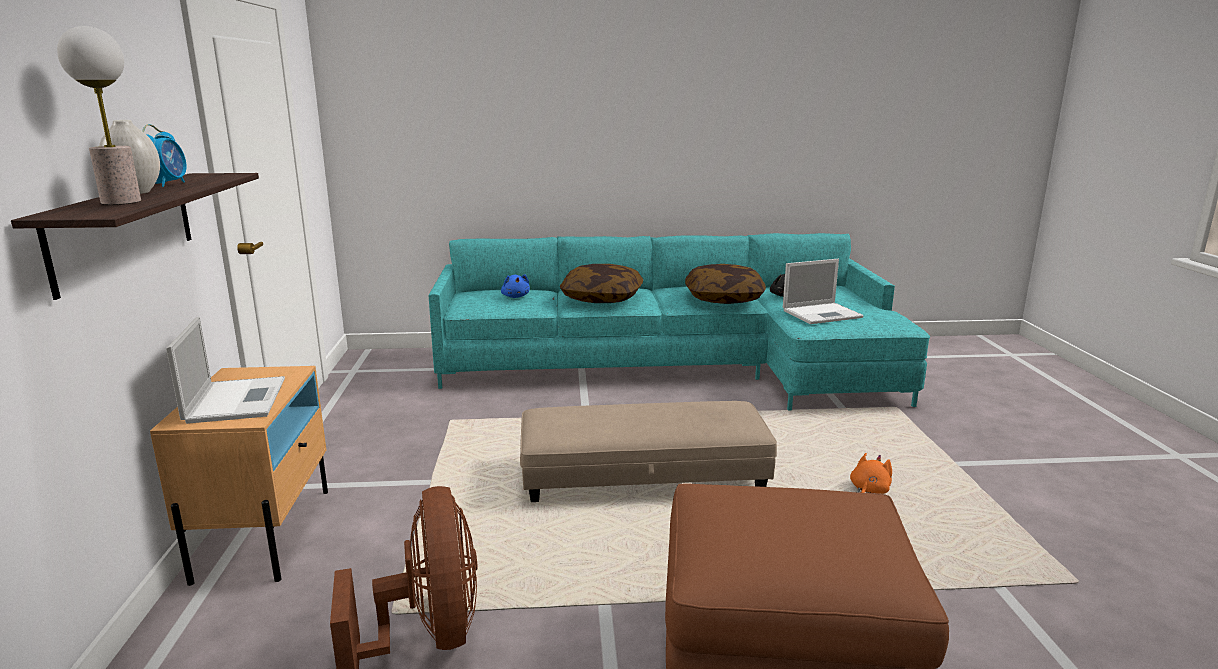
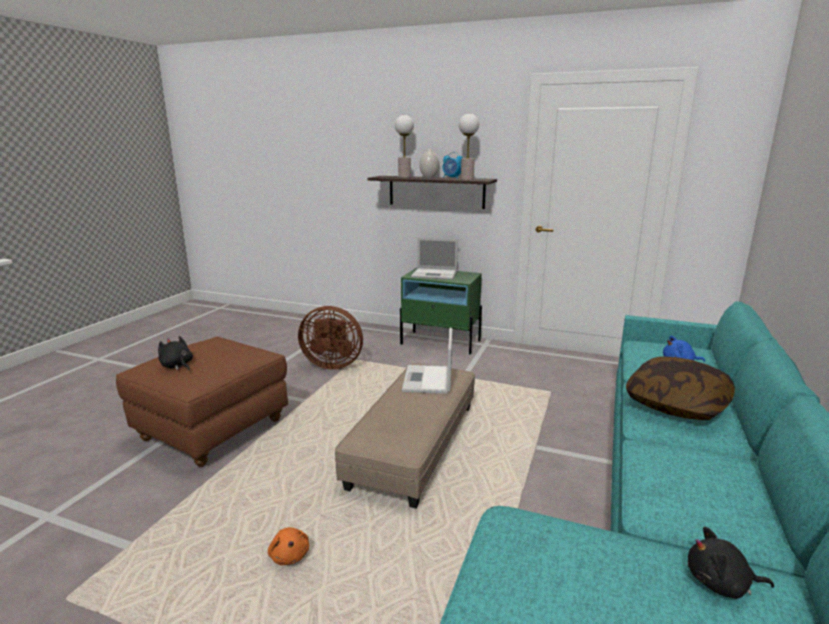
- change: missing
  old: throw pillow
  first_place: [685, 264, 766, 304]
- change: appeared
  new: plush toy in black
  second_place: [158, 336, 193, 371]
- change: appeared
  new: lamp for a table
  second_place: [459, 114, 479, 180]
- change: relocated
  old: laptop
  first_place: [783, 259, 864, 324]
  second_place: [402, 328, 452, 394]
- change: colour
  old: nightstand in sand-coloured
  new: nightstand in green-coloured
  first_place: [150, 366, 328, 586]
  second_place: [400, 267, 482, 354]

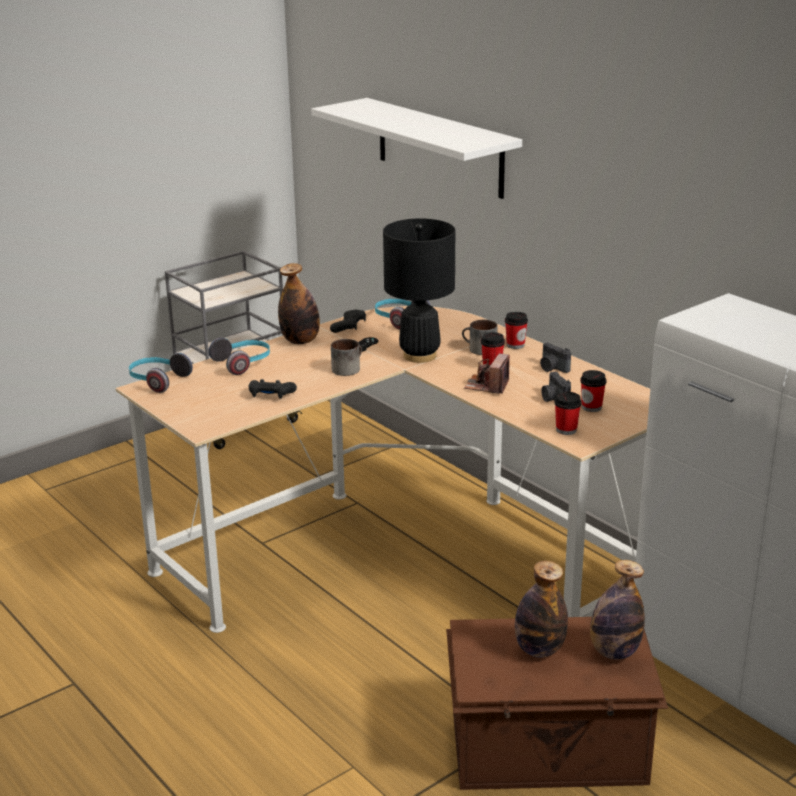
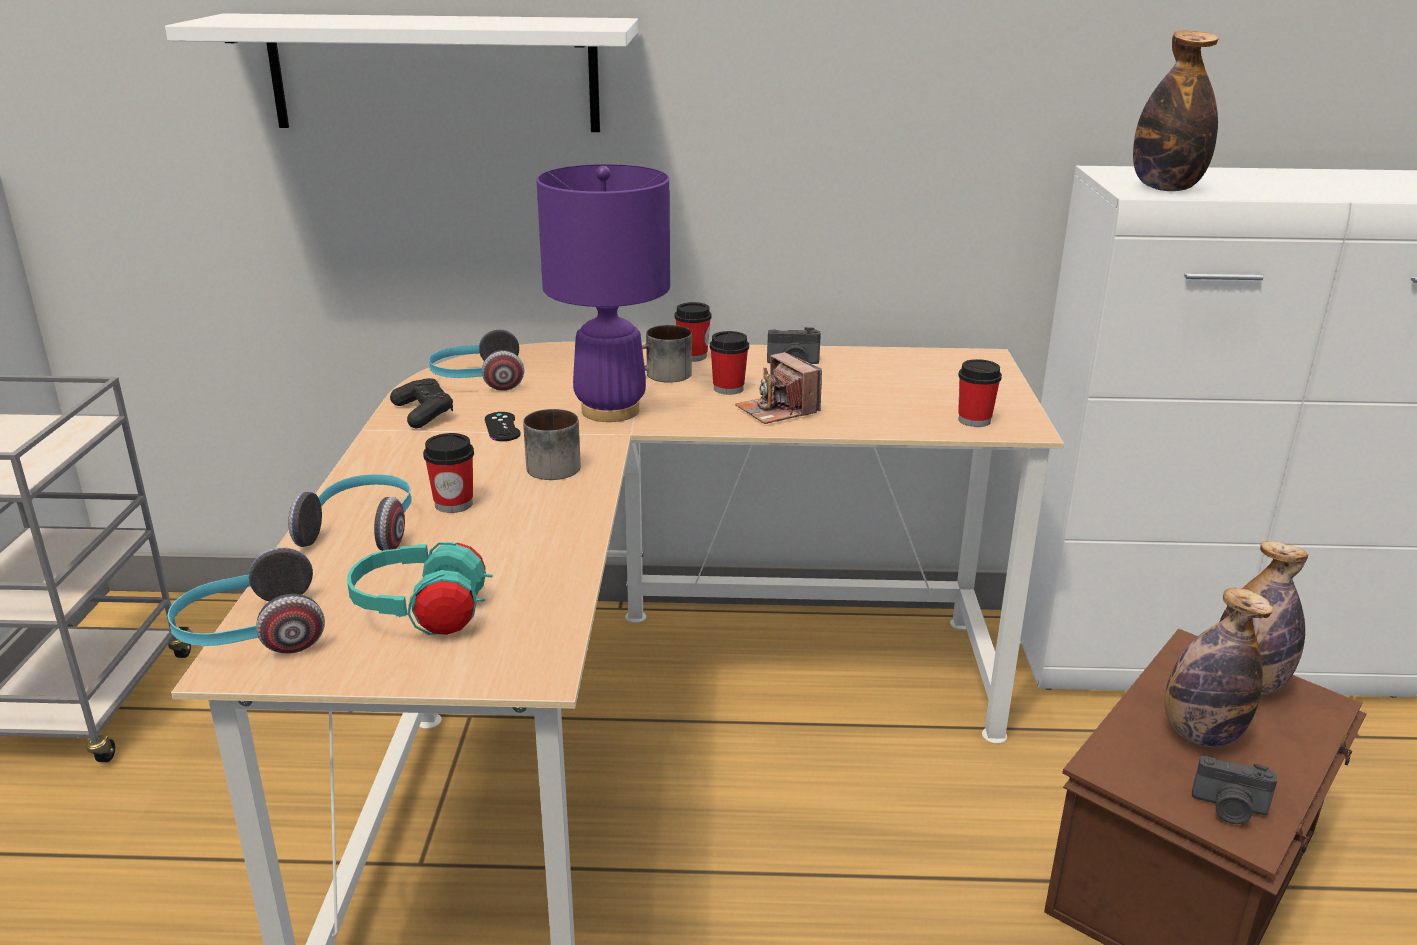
- change: missing
  old: joypad in black
  first_place: [249, 379, 297, 399]
- change: appeared
  new: headset in turquoise-coloured
  second_place: [347, 542, 493, 635]
- change: relocated
  old: drink bottle
  first_place: [278, 263, 320, 344]
  second_place: [1133, 30, 1219, 191]
- change: relocated
  old: photo camera
  first_place: [541, 372, 571, 402]
  second_place: [1192, 756, 1277, 824]
- change: relocated
  old: cup
  first_place: [580, 370, 607, 412]
  second_place: [423, 433, 474, 513]
- change: colour
  old: lamp for a table in black
  new: lamp for a table in purplish
  first_place: [383, 218, 455, 363]
  second_place: [536, 164, 670, 422]

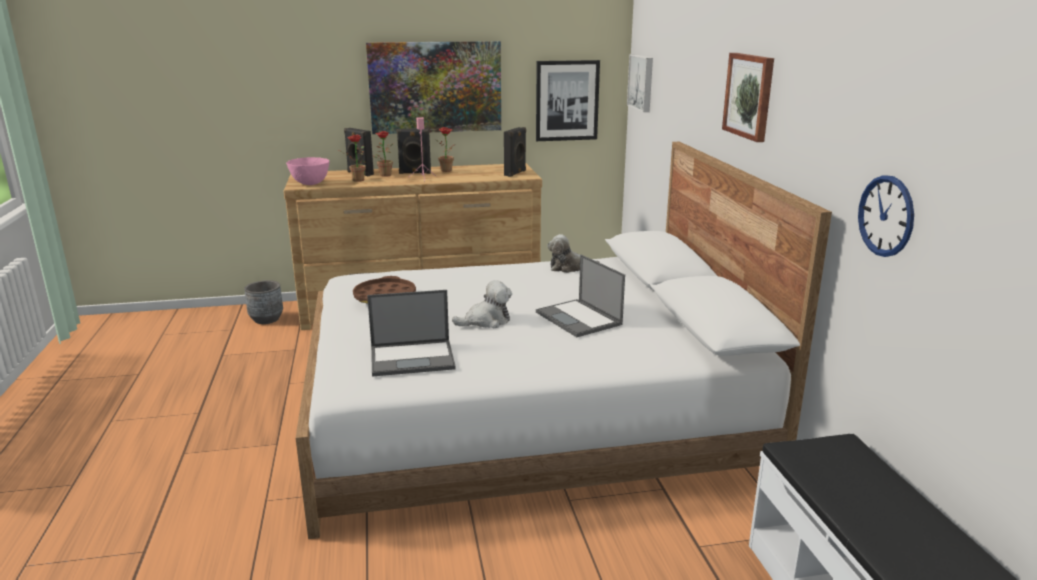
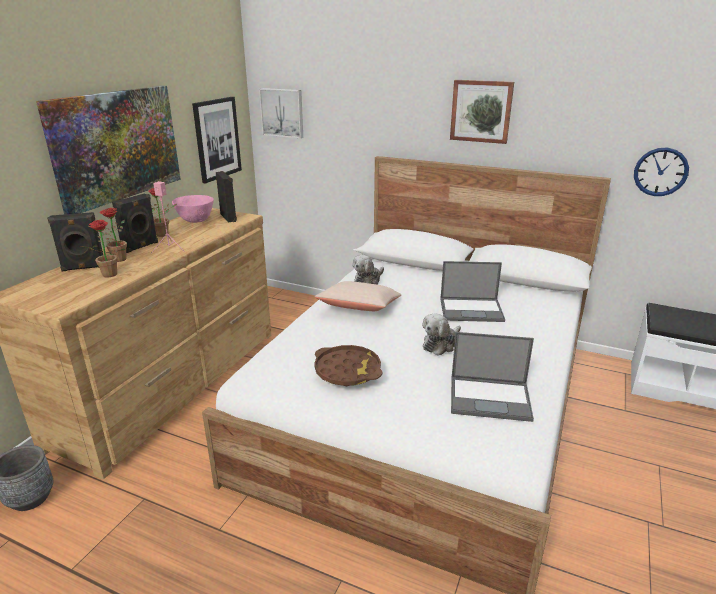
- change: appeared
  new: throw pillow in sand-coloured
  second_place: [315, 281, 402, 311]
- change: relocated
  old: serving bowl in pink-coloured
  first_place: [286, 157, 329, 185]
  second_place: [172, 195, 214, 223]
- change: spun
  old: laptop
  first_place: [367, 290, 456, 377]
  second_place: [451, 332, 534, 422]
  degrees: 75
- change: spun
  old: plush toy
  first_place: [452, 280, 512, 328]
  second_place: [422, 313, 461, 356]
  degrees: -150

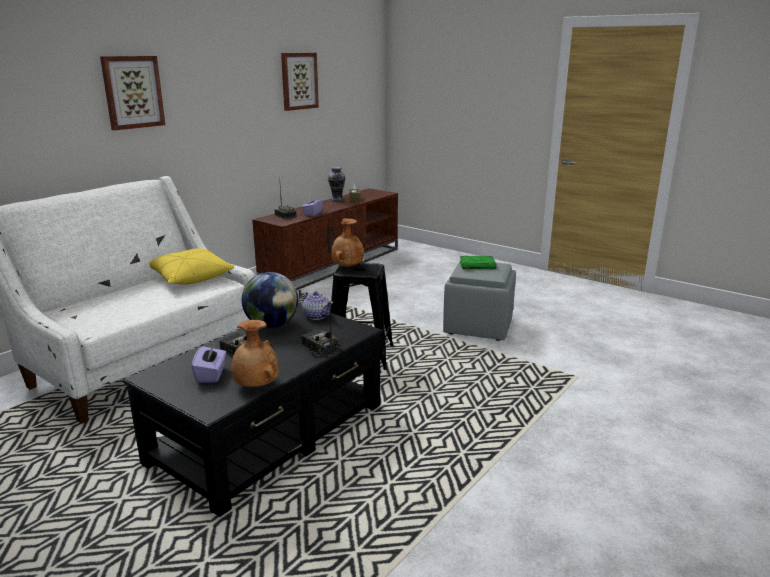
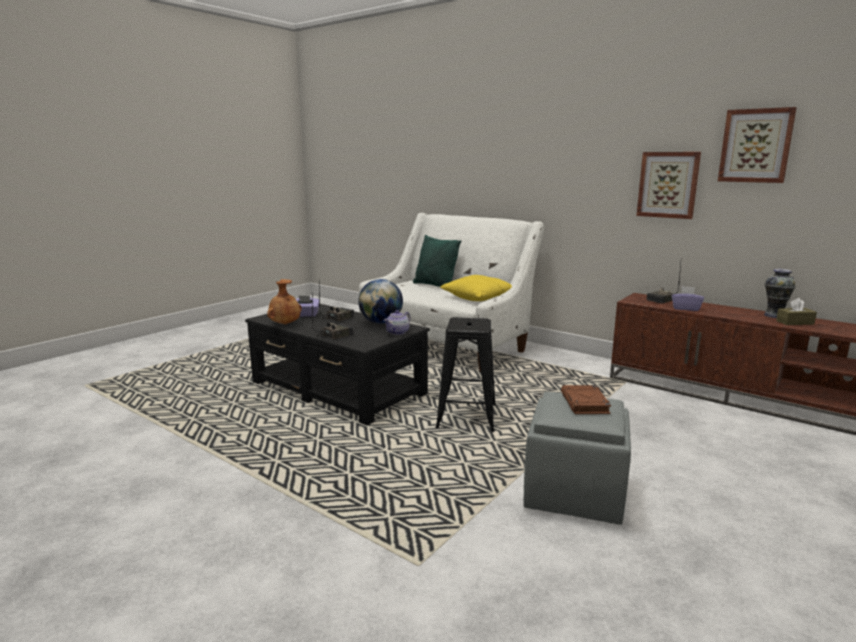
- change: missing
  old: flower vase in brownish
  first_place: [331, 219, 364, 267]
- change: appeared
  new: throw pillow in green-coloured
  second_place: [413, 235, 462, 287]
- change: relocated
  old: wall picture
  first_place: [100, 56, 165, 130]
  second_place: [636, 152, 701, 219]
- change: colour
  old: bound book in green-coloured
  new: bound book in brownish
  first_place: [460, 256, 496, 269]
  second_place: [561, 385, 611, 414]

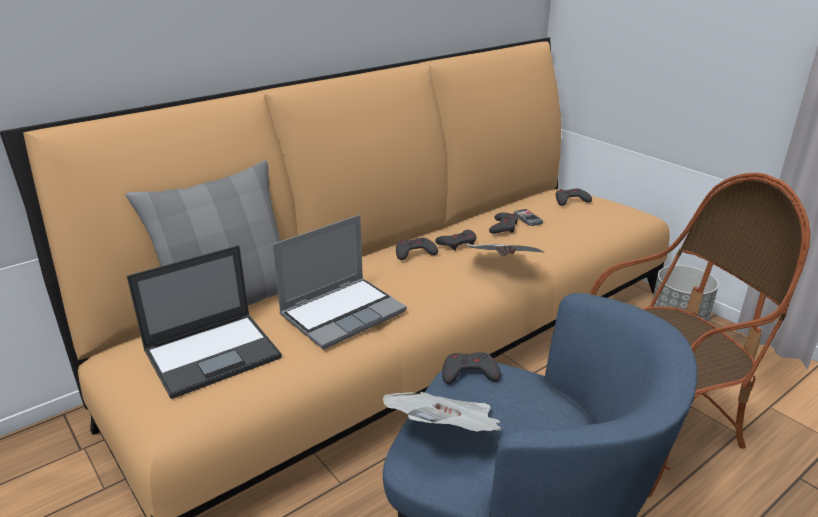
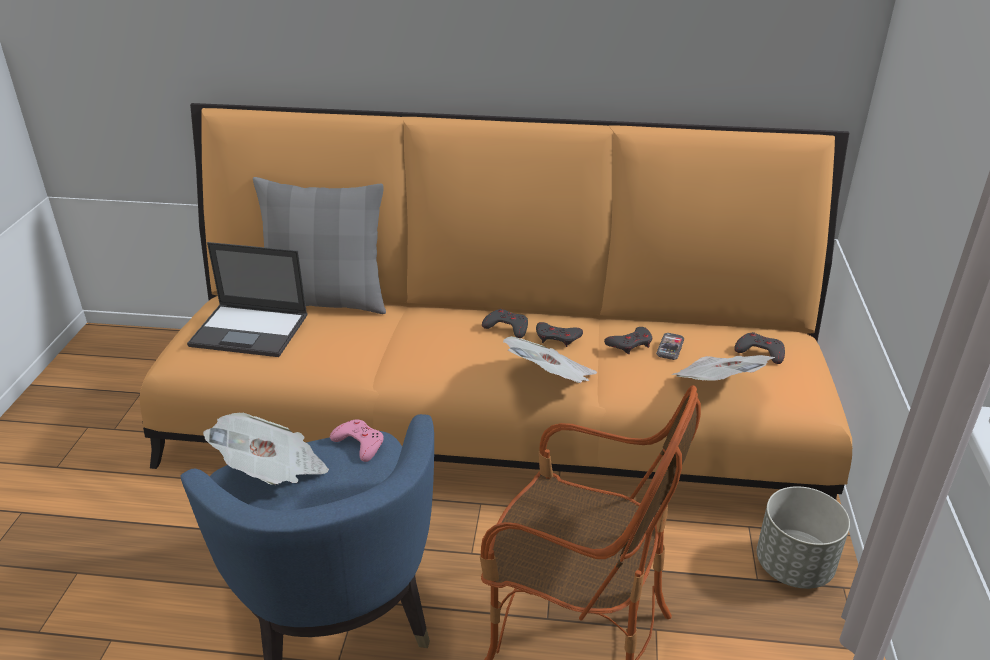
- change: missing
  old: laptop
  first_place: [272, 215, 407, 349]
- change: appeared
  new: newspaper
  second_place: [671, 355, 775, 381]
- change: colour
  old: joypad in greyish
  new: joypad in pink-coloured
  first_place: [442, 352, 501, 384]
  second_place: [330, 419, 384, 462]

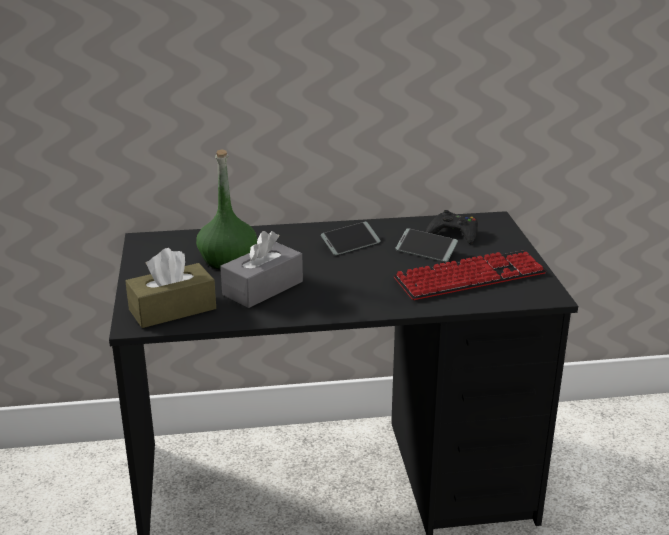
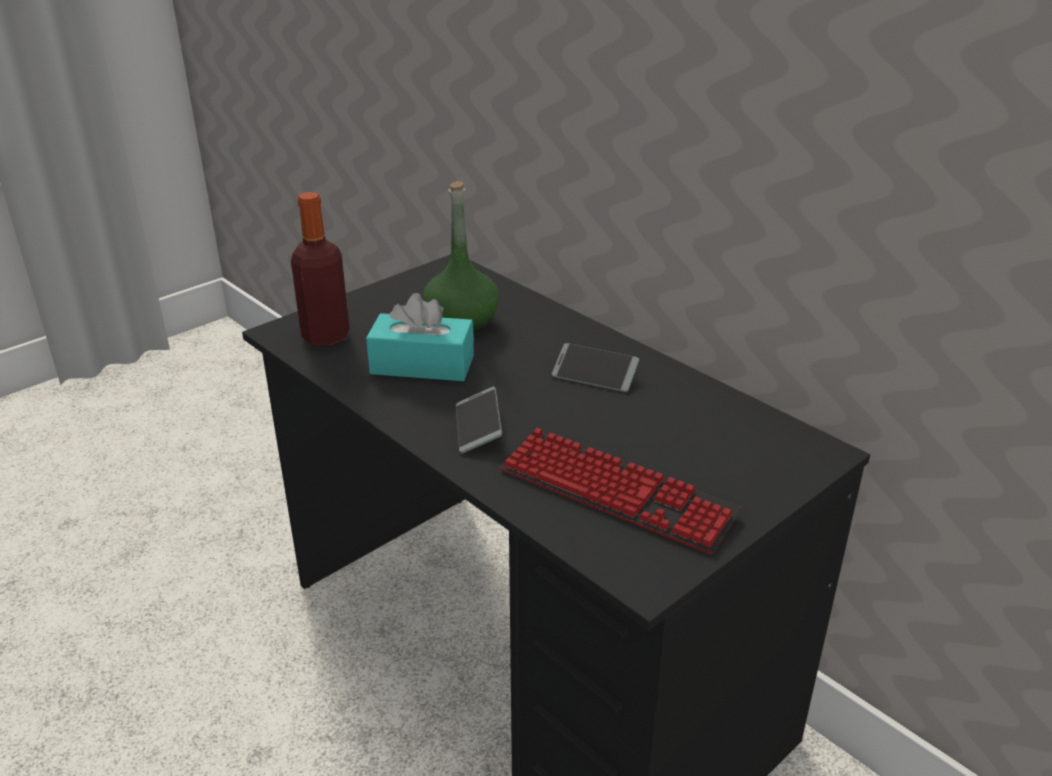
- change: missing
  old: joypad in black
  first_place: [426, 210, 478, 244]
- change: relocated
  old: phone
  first_place: [396, 228, 458, 262]
  second_place: [456, 387, 502, 453]
- change: exchanged
  old: tissue holder in brownish
  new: drink bottle
  first_place: [125, 248, 216, 328]
  second_place: [291, 192, 350, 346]
- change: colour
  old: tissue holder in greyish
  new: tissue holder in turquoise-coloured
  first_place: [220, 231, 303, 308]
  second_place: [366, 293, 474, 381]

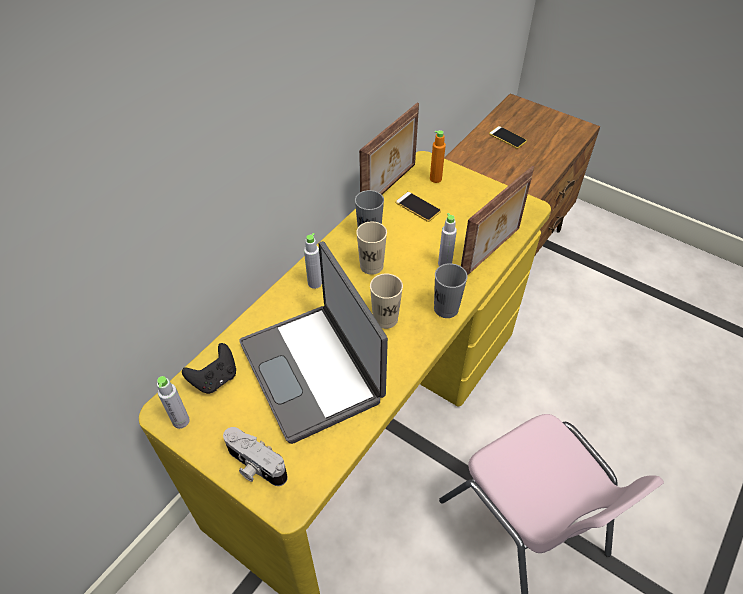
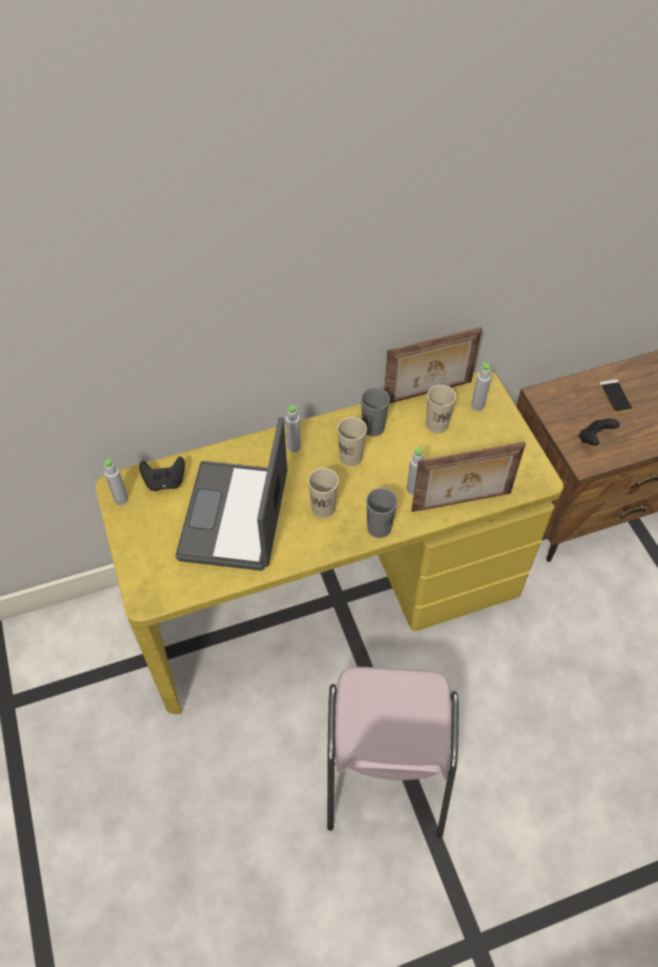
- change: missing
  old: photo camera
  first_place: [223, 427, 288, 486]
- change: appeared
  new: joypad in black
  second_place: [579, 419, 620, 446]
- change: exchanged
  old: phone
  new: cup in sand-coloured
  first_place: [395, 192, 441, 222]
  second_place: [426, 385, 456, 433]
- change: colour
  old: drink bottle in orange-coloured
  new: drink bottle in greyish
  first_place: [430, 130, 446, 183]
  second_place: [471, 362, 491, 411]

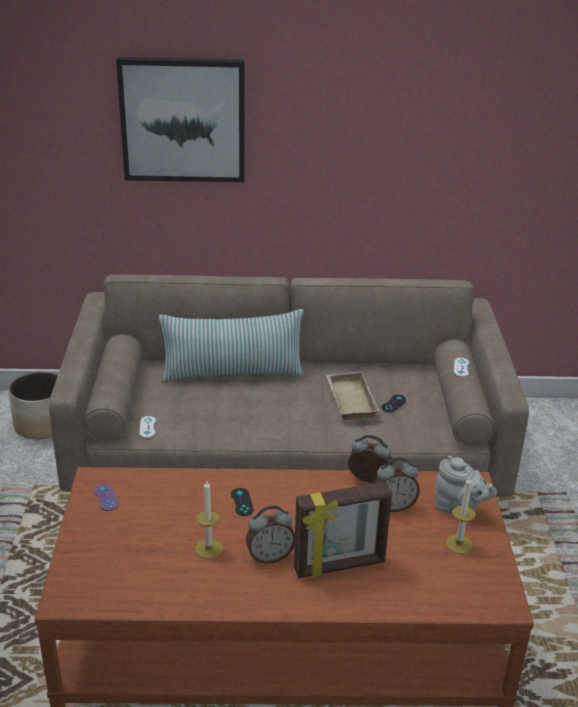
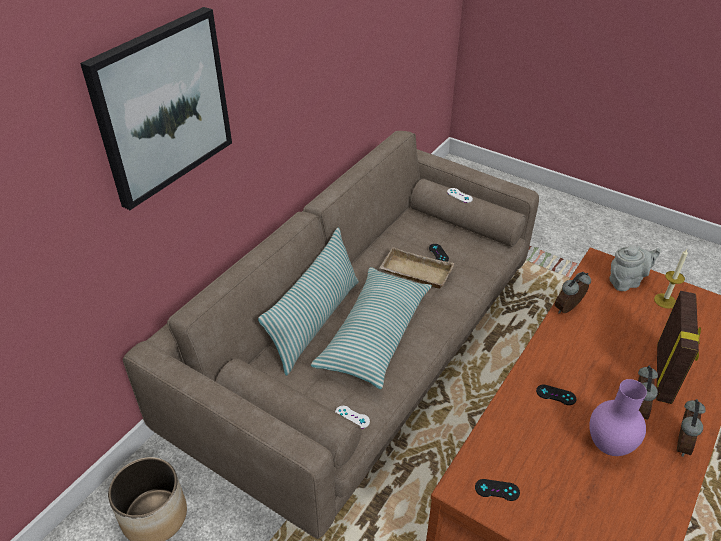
- change: appeared
  new: throw pillow
  second_place: [311, 267, 432, 389]
- change: relocated
  old: bedside clock
  first_place: [374, 457, 420, 512]
  second_place: [677, 399, 706, 457]
- change: exchanged
  old: candle
  new: flower vase in purplish
  first_place: [195, 481, 222, 559]
  second_place: [589, 379, 647, 456]
- change: colour
  old: joypad in purplish
  new: joypad in black
  first_place: [94, 484, 119, 511]
  second_place: [475, 479, 520, 501]

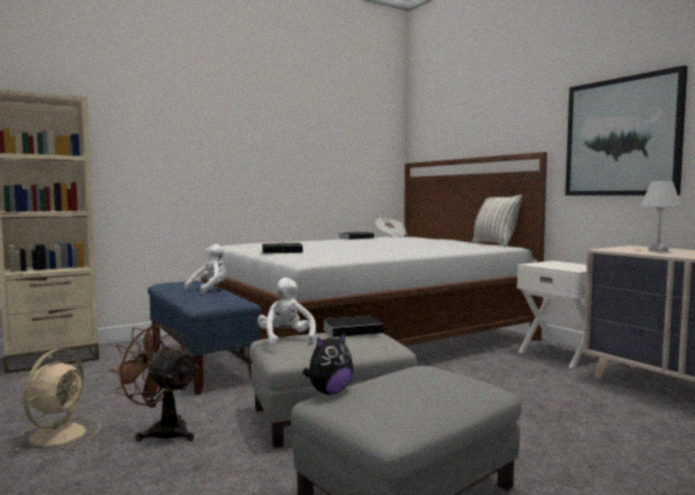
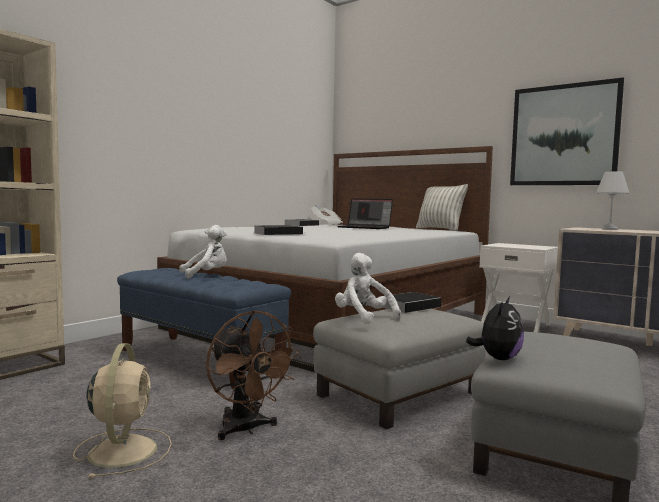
- change: appeared
  new: laptop
  second_place: [337, 198, 393, 229]
- change: spun
  old: electric fan in brownish
  first_place: [109, 324, 199, 442]
  second_place: [206, 310, 301, 440]
  degrees: -135
- change: spun
  old: plush toy in whitish
  first_place: [184, 244, 227, 294]
  second_place: [179, 225, 227, 279]
  degrees: 45

